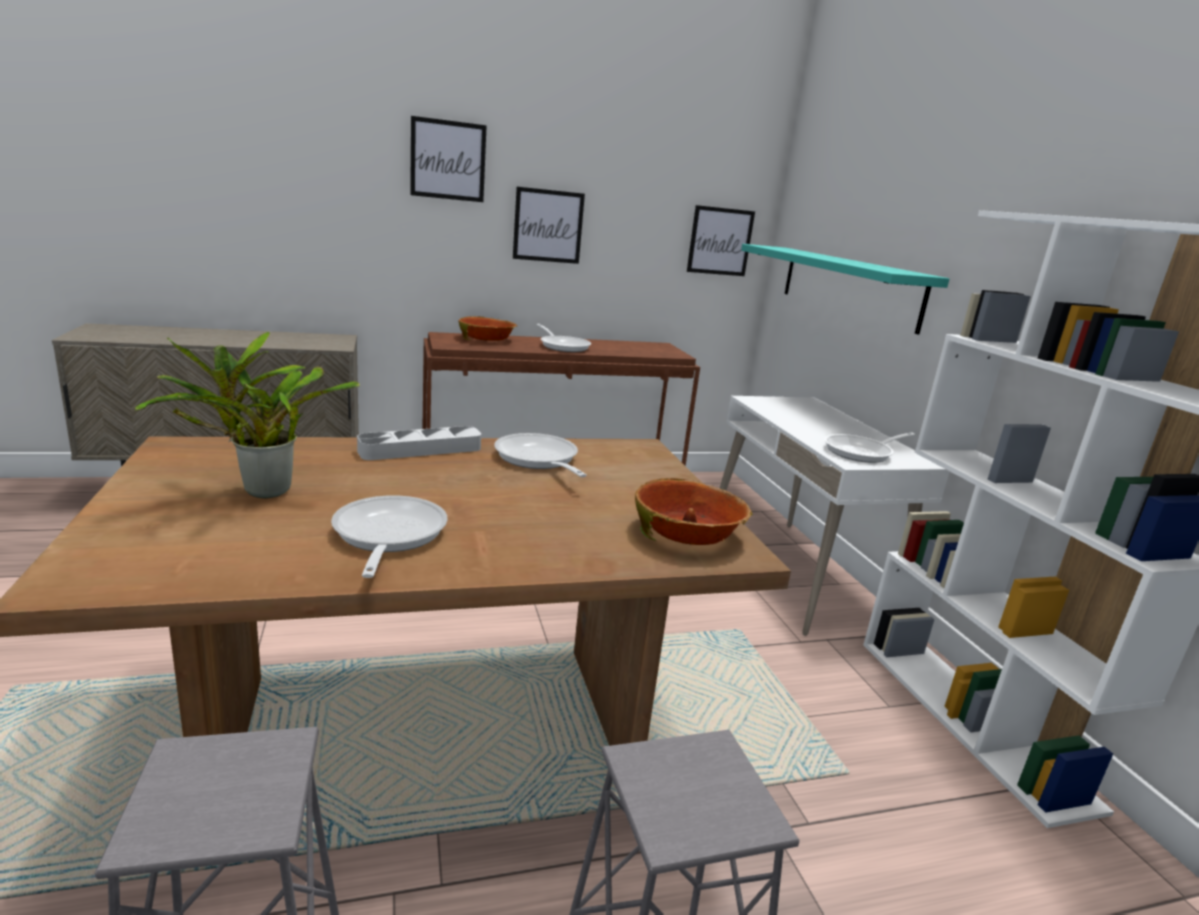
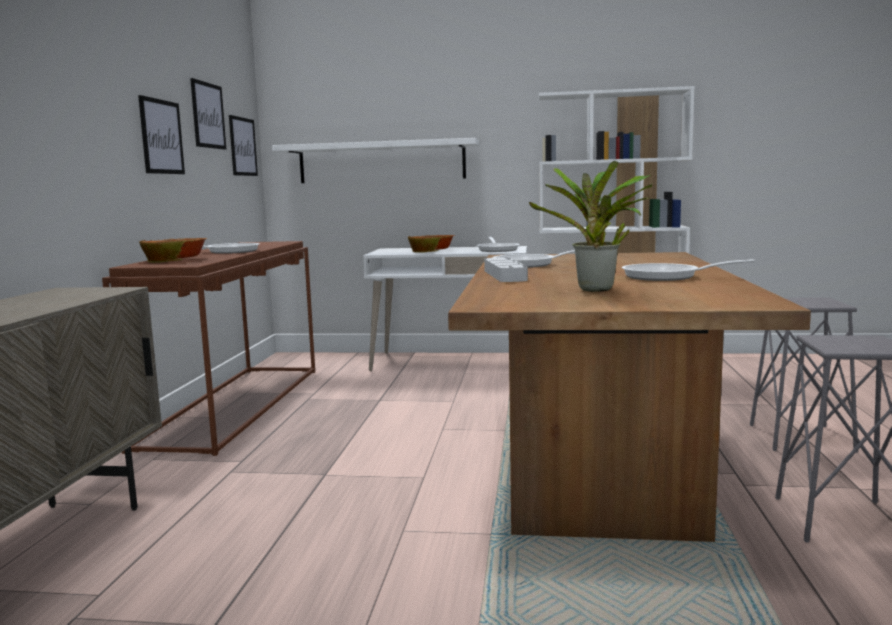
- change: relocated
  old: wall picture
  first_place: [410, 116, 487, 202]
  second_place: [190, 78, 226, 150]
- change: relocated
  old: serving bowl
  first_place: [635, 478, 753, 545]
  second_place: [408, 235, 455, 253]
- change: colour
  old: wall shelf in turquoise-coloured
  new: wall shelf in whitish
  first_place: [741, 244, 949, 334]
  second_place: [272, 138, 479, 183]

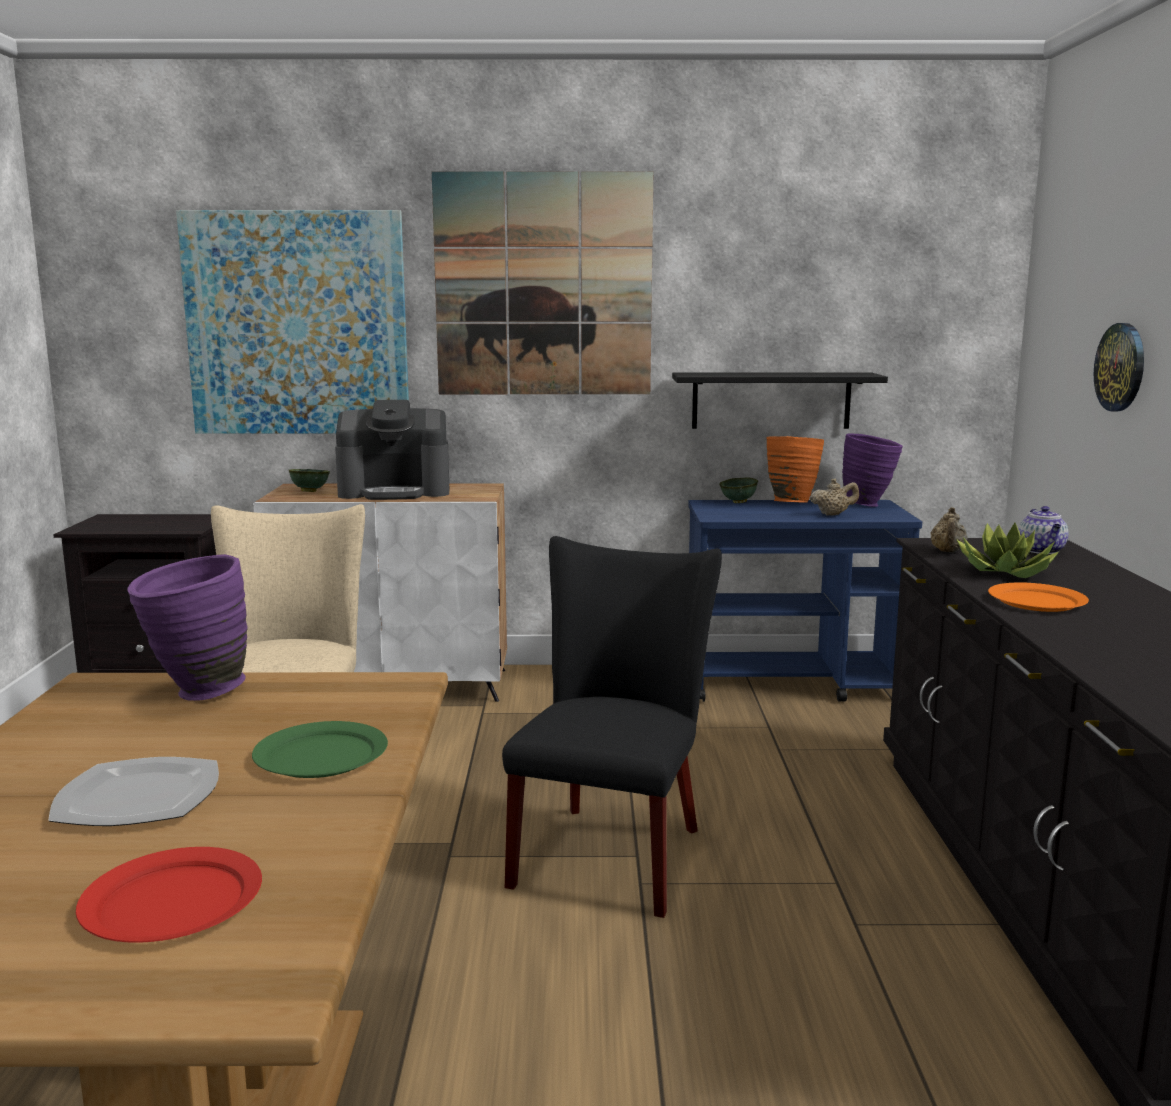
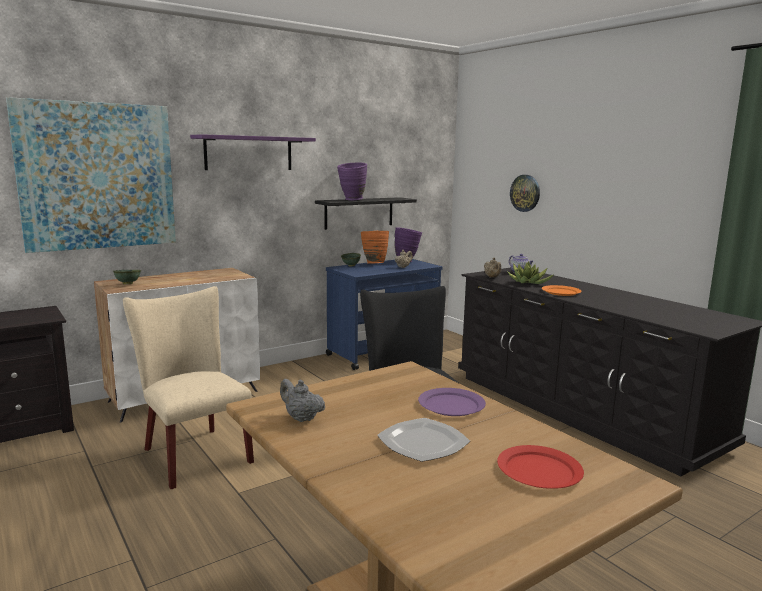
- change: missing
  old: coffee brewer
  first_place: [335, 400, 450, 500]
- change: appeared
  new: pot for tea in greyish
  second_place: [280, 379, 325, 422]
- change: relocated
  old: flower vase in purplish
  first_place: [128, 554, 248, 701]
  second_place: [337, 162, 367, 200]
- change: exchanged
  old: wall picture
  new: wall shelf in purplish
  first_place: [432, 171, 653, 394]
  second_place: [190, 134, 316, 170]
- change: colour
  old: dinner plate in green-coloured
  new: dinner plate in purplish
  first_place: [252, 721, 388, 778]
  second_place: [418, 388, 486, 416]

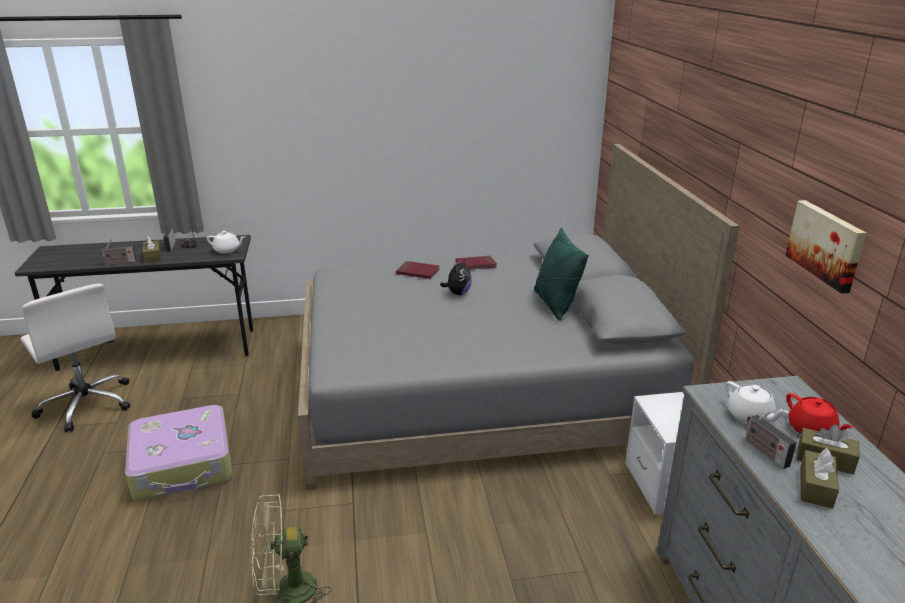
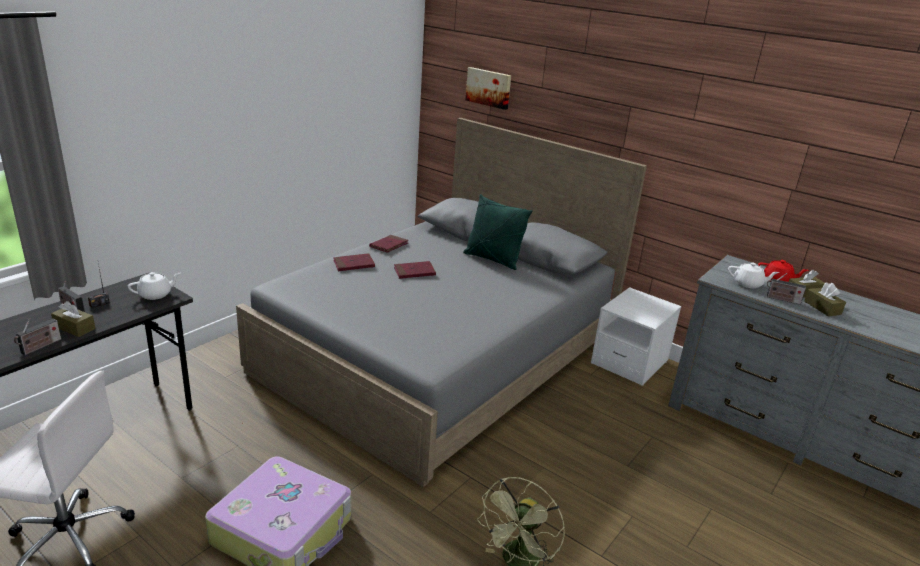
- change: relocated
  old: wall picture
  first_place: [785, 200, 866, 294]
  second_place: [466, 67, 511, 110]
- change: exchanged
  old: plush toy
  new: bound book in reddish
  first_place: [440, 259, 472, 295]
  second_place: [394, 261, 436, 279]

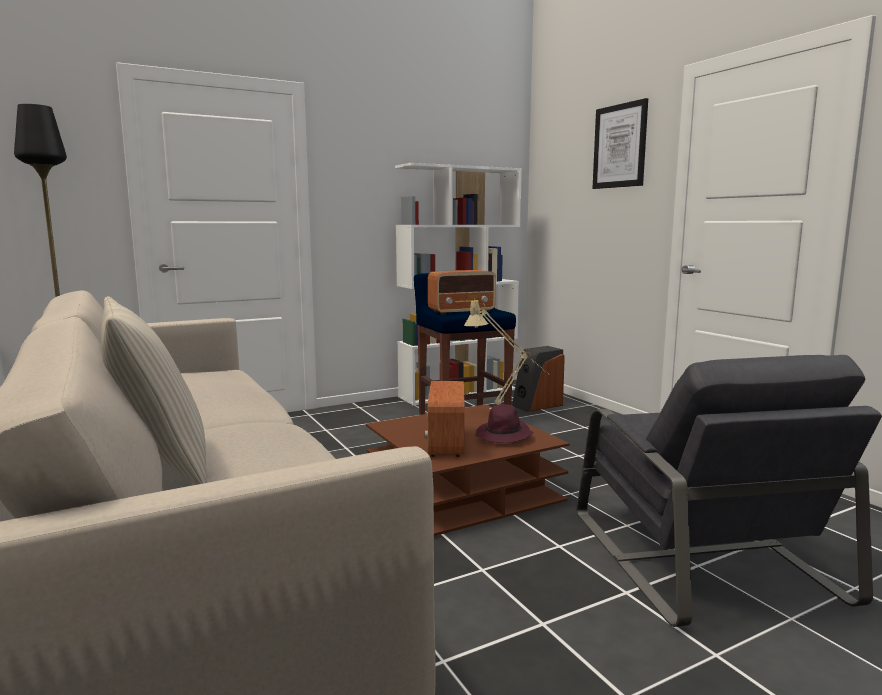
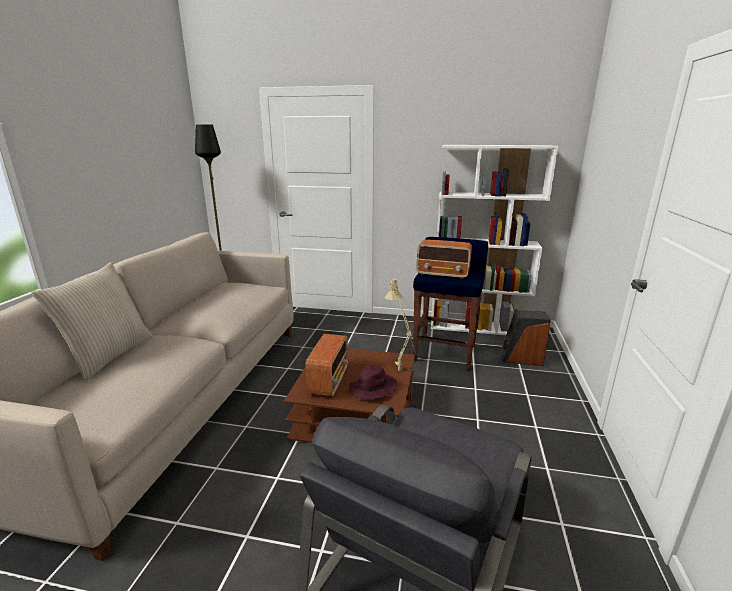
- change: missing
  old: wall picture
  first_place: [592, 98, 648, 189]
- change: spun
  old: radio
  first_place: [425, 381, 465, 457]
  second_place: [306, 334, 348, 397]
  degrees: 150

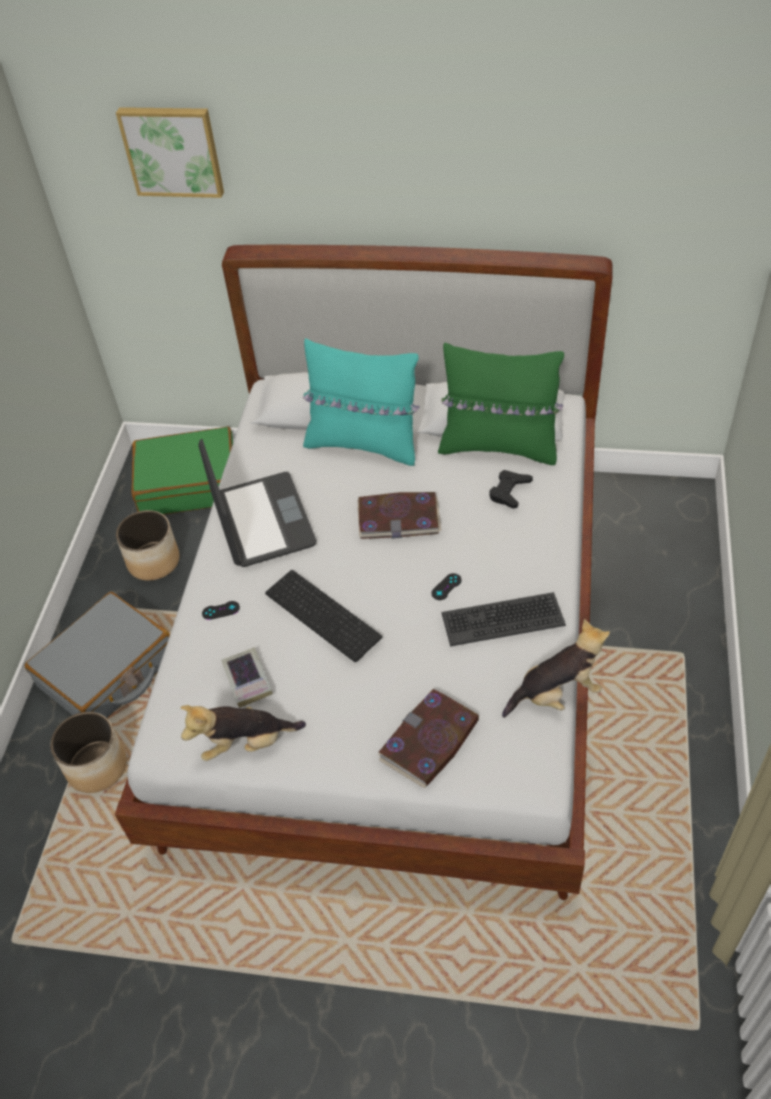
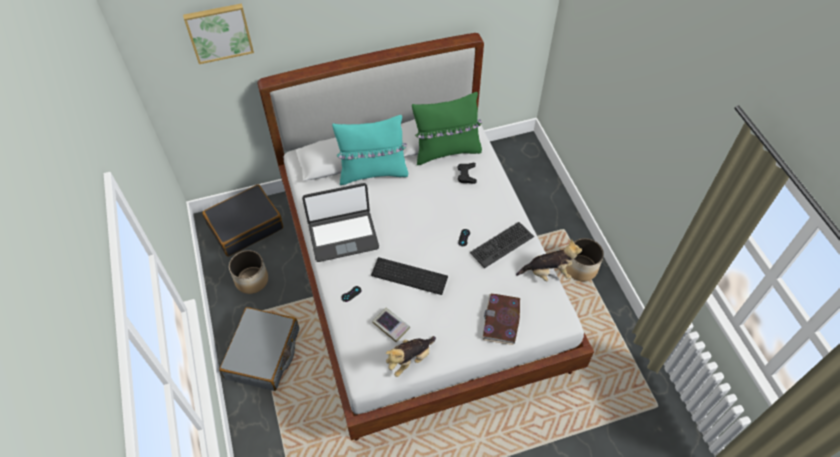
- change: missing
  old: bound book
  first_place: [357, 492, 441, 539]
- change: relocated
  old: plant pot
  first_place: [50, 712, 127, 793]
  second_place: [566, 238, 604, 281]
- change: colour
  old: piece of luggage in green-coloured
  new: piece of luggage in black
  first_place: [131, 427, 233, 515]
  second_place: [202, 184, 283, 257]
- change: spun
  old: laptop
  first_place: [198, 439, 316, 567]
  second_place: [302, 183, 379, 262]
  degrees: 120
- change: spun
  old: plush toy
  first_place: [502, 619, 610, 718]
  second_place: [516, 239, 582, 281]
  degrees: 45

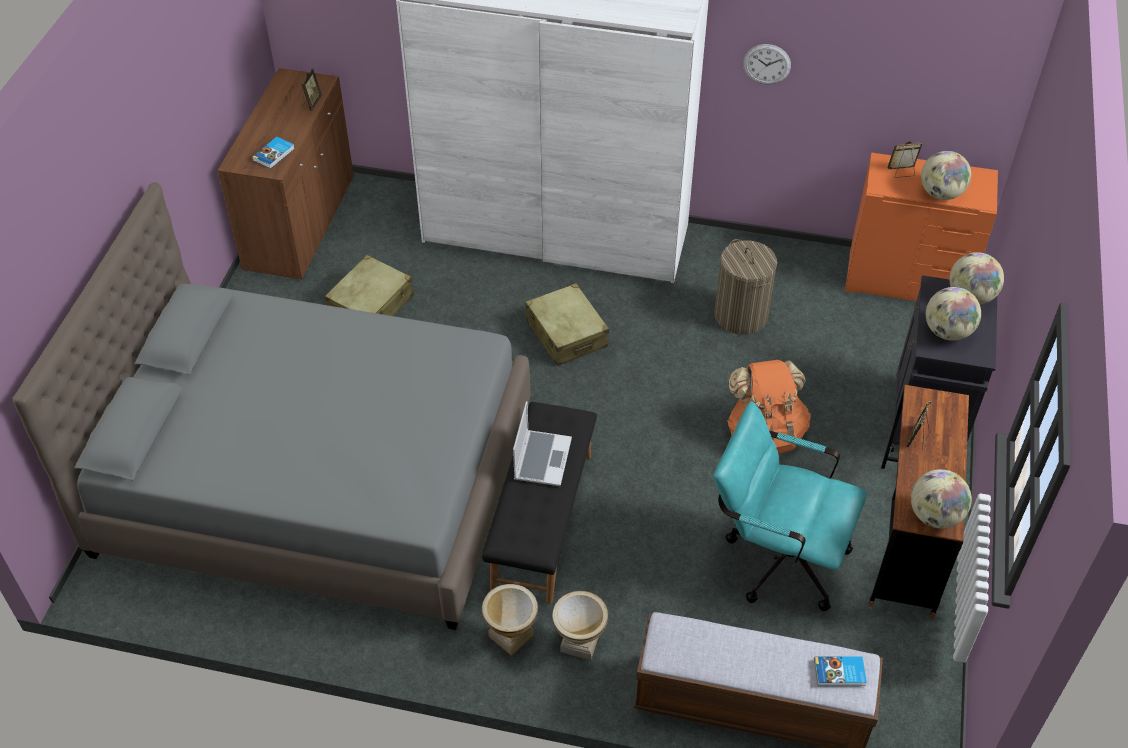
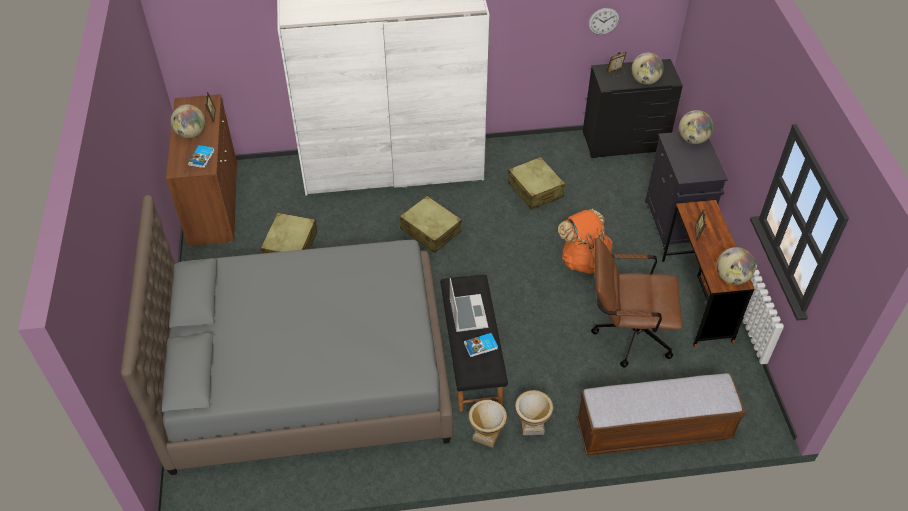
- change: relocated
  old: hanging clock
  first_place: [743, 44, 791, 85]
  second_place: [588, 8, 619, 35]
- change: relocated
  old: bound book
  first_place: [814, 656, 867, 686]
  second_place: [464, 333, 498, 357]
- change: relocated
  old: world globe
  first_place: [926, 287, 981, 341]
  second_place: [171, 104, 205, 138]
- change: exchanged
  old: hamper
  new: piece of luggage in sand-coloured
  first_place: [715, 239, 777, 335]
  second_place: [508, 157, 565, 210]
- change: colour
  old: computer chair in turquoise-coloured
  new: computer chair in brownish
  first_place: [713, 401, 867, 611]
  second_place: [591, 238, 683, 368]
- change: colour
  old: drawer chest in orange-coloured
  new: drawer chest in black
  first_place: [845, 153, 998, 301]
  second_place: [583, 59, 683, 158]

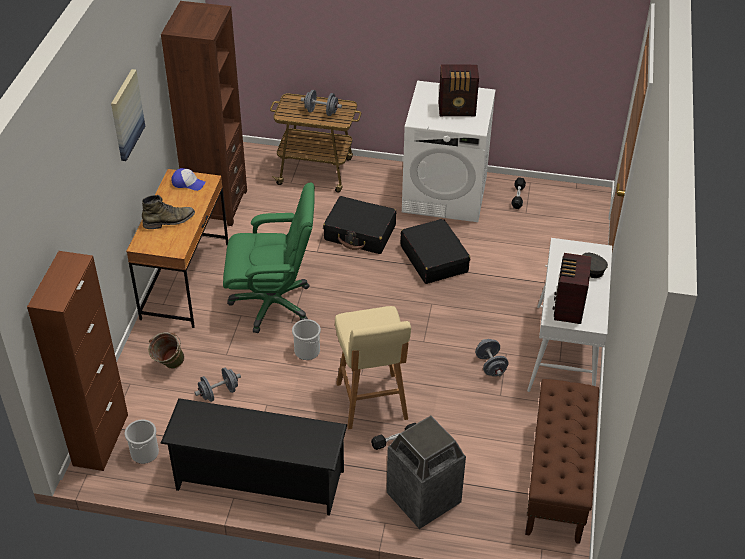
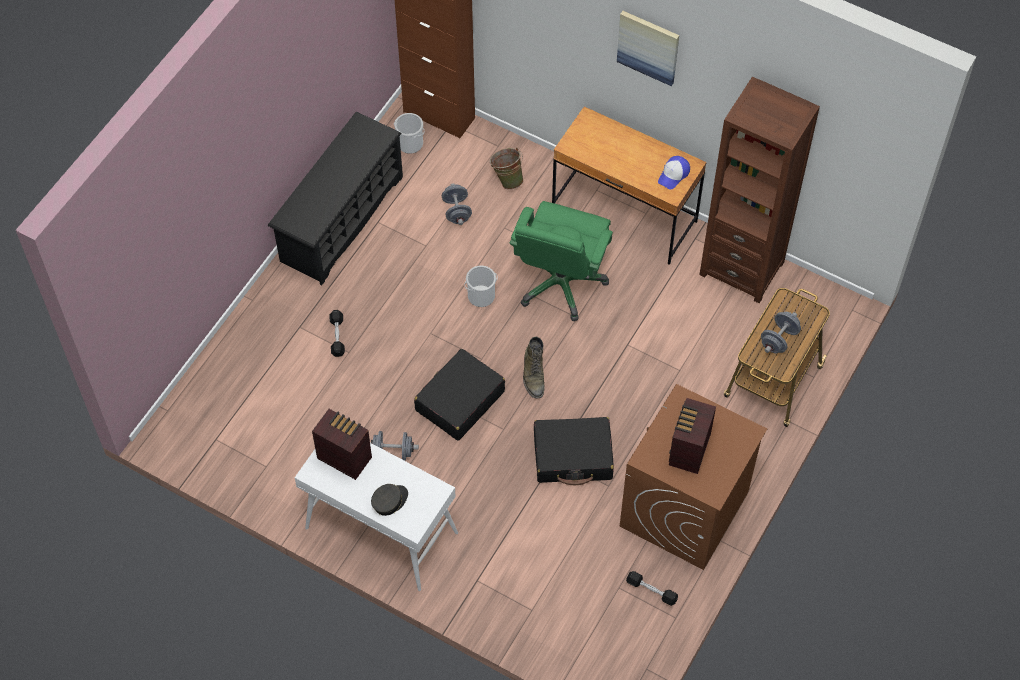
- change: missing
  old: stool in sand-coloured
  first_place: [335, 306, 411, 429]
- change: missing
  old: rubbish bin
  first_place: [387, 415, 466, 529]
- change: missing
  old: bench in brownish
  first_place: [525, 379, 599, 544]
- change: relocated
  old: boot in green-coloured
  first_place: [142, 195, 195, 229]
  second_place: [523, 337, 544, 398]
- change: relocated
  old: piece of luggage in black
  first_place: [323, 196, 396, 254]
  second_place: [414, 349, 505, 441]
- change: colour
  old: washing machine in whitish
  new: washing machine in brownish
  first_place: [402, 81, 495, 222]
  second_place: [620, 384, 767, 570]

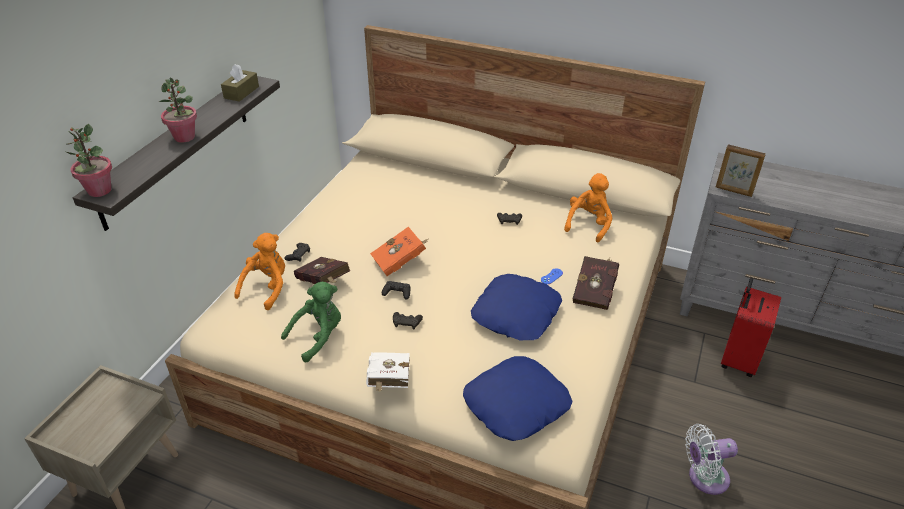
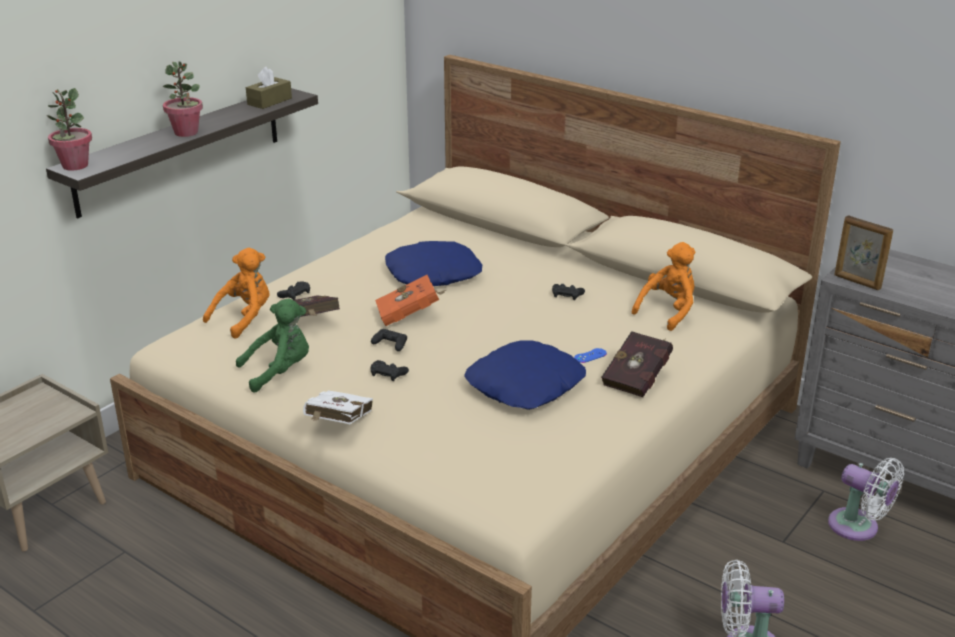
- change: relocated
  old: throw pillow in bluish
  first_place: [463, 356, 572, 441]
  second_place: [385, 241, 482, 286]
- change: exchanged
  old: piece of luggage in reddish
  new: electric fan in whitish
  first_place: [721, 278, 781, 377]
  second_place: [828, 458, 904, 541]

